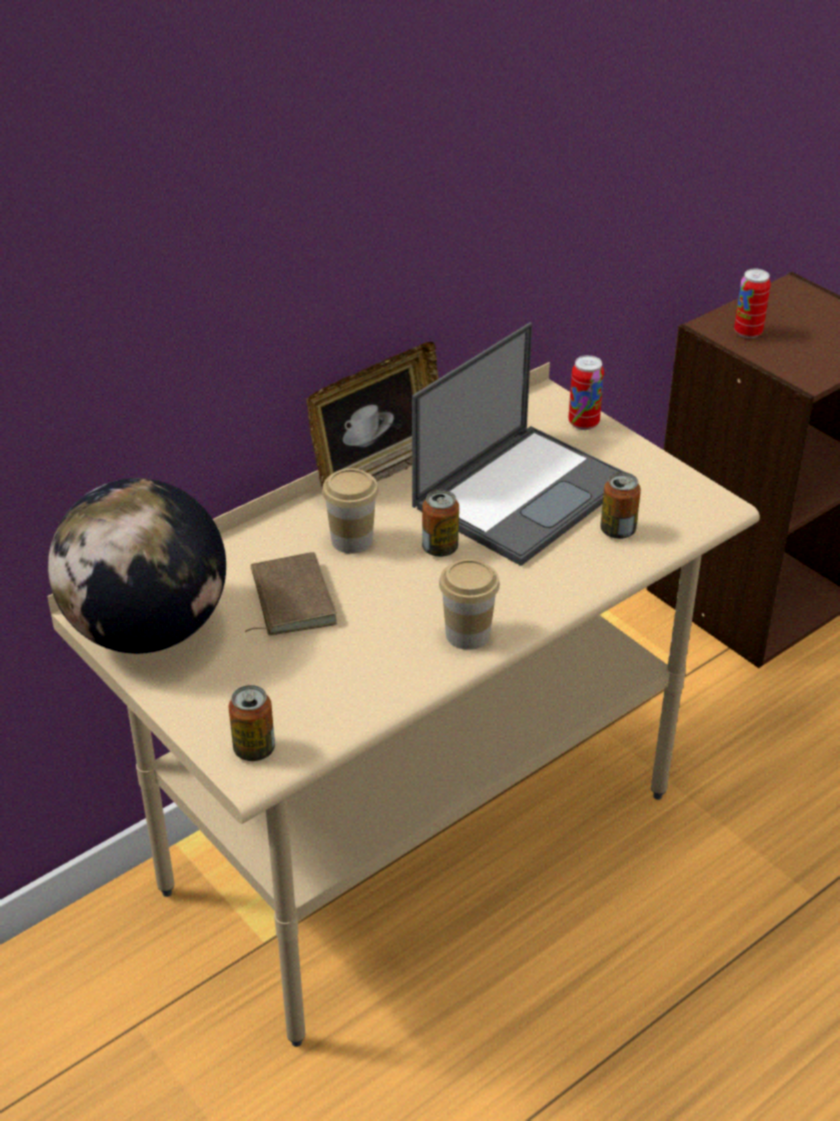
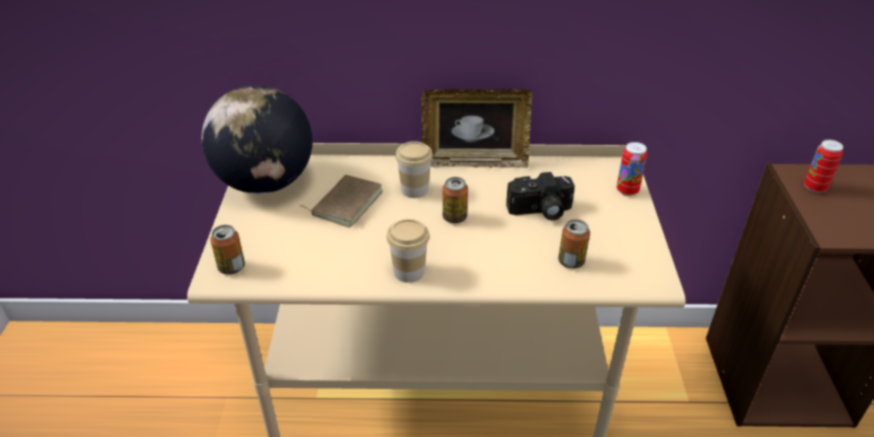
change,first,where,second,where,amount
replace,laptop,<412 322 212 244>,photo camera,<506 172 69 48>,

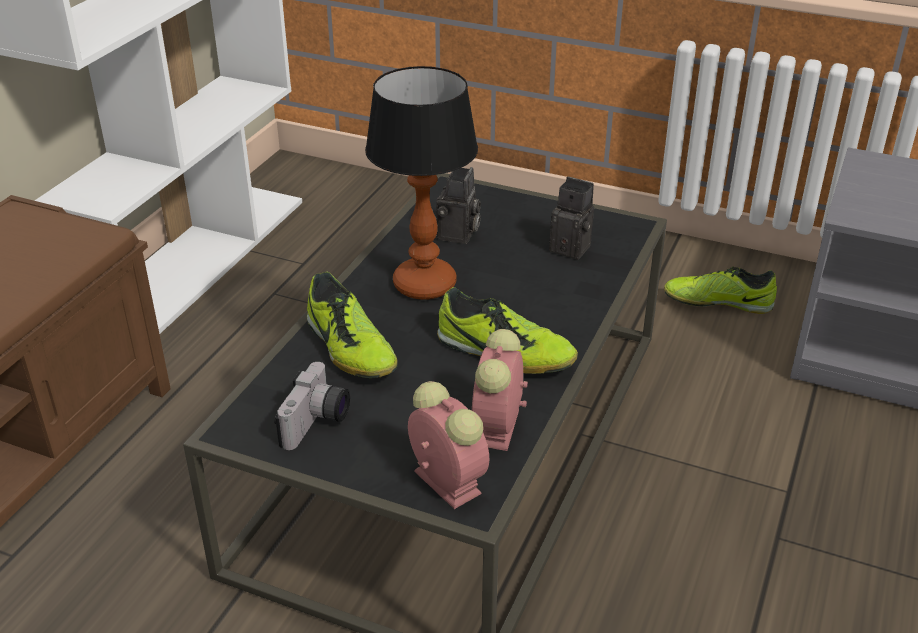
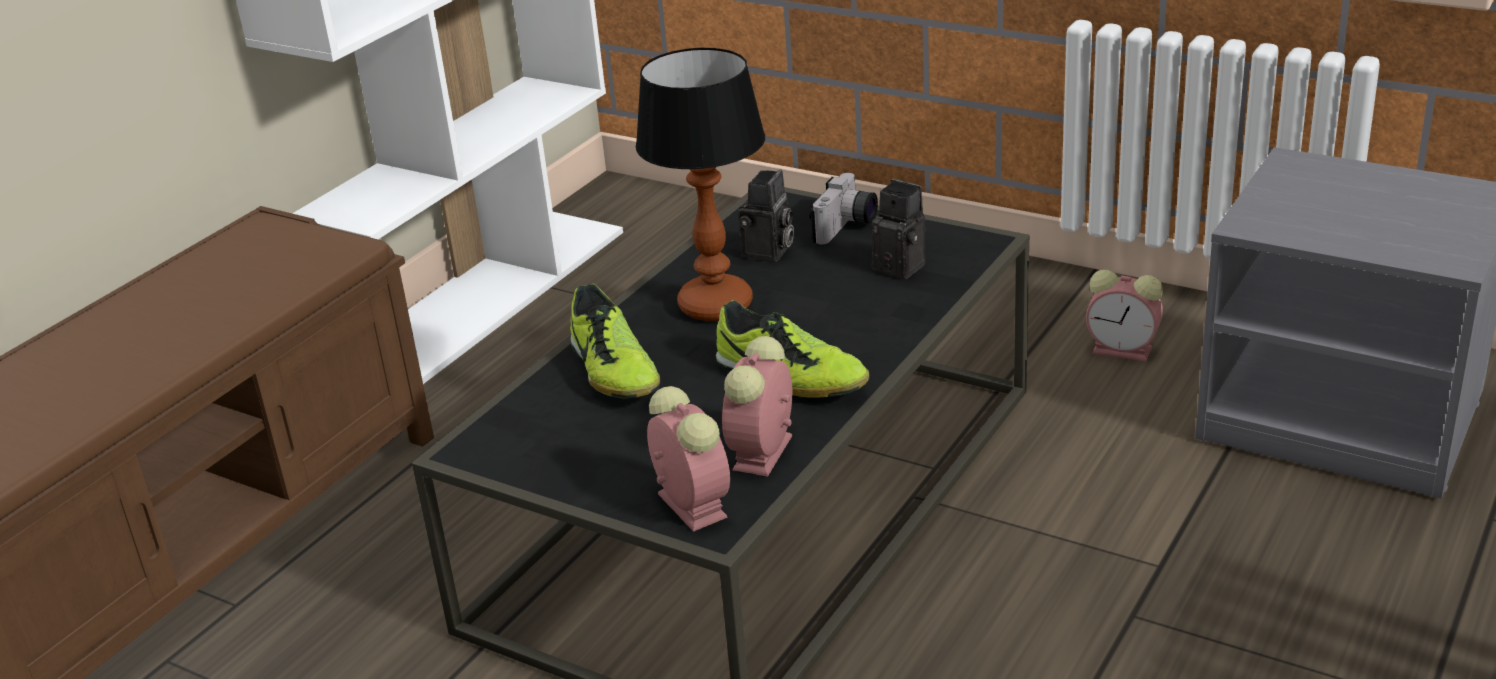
change,first,where,second,where,amount
move,photo camera,<274 362 76 88>,,<809 173 69 71>,
replace,shoe,<664 267 113 47>,alarm clock,<1086 270 77 92>,

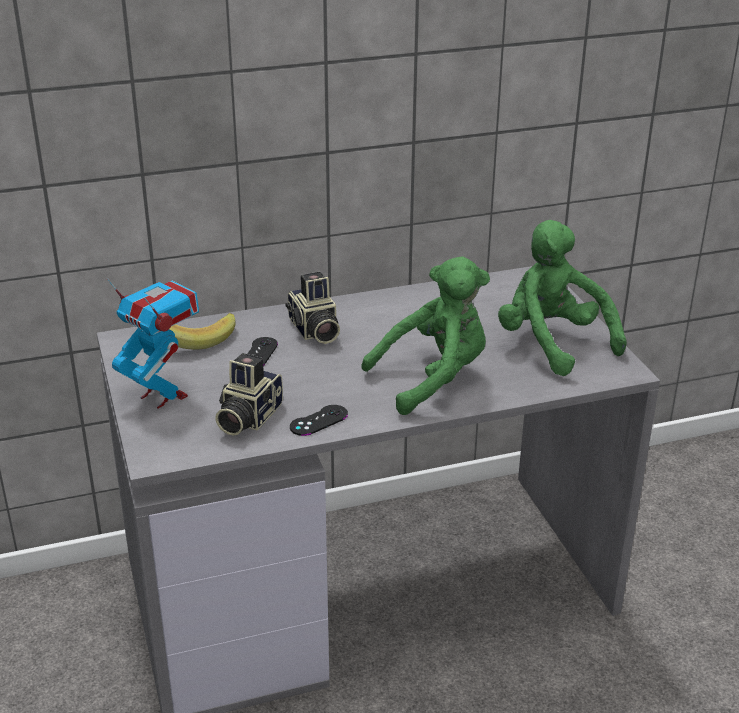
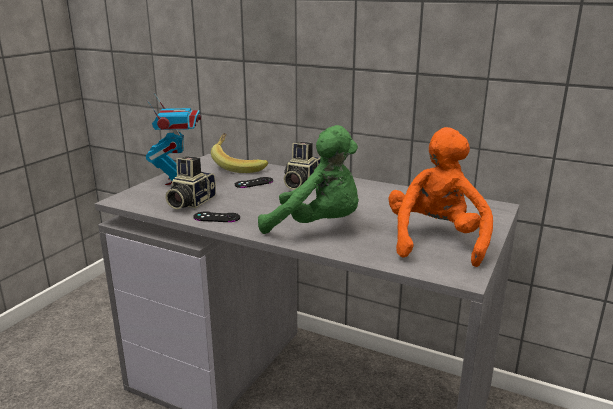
change,first,where,second,where,amount
rotate,photo camera,<215 353 68 83>,,<166 156 50 53>,45 degrees counterclockwise
recolor,green plush toy,<498 220 129 156>,orange plush toy,<388 127 105 140>,

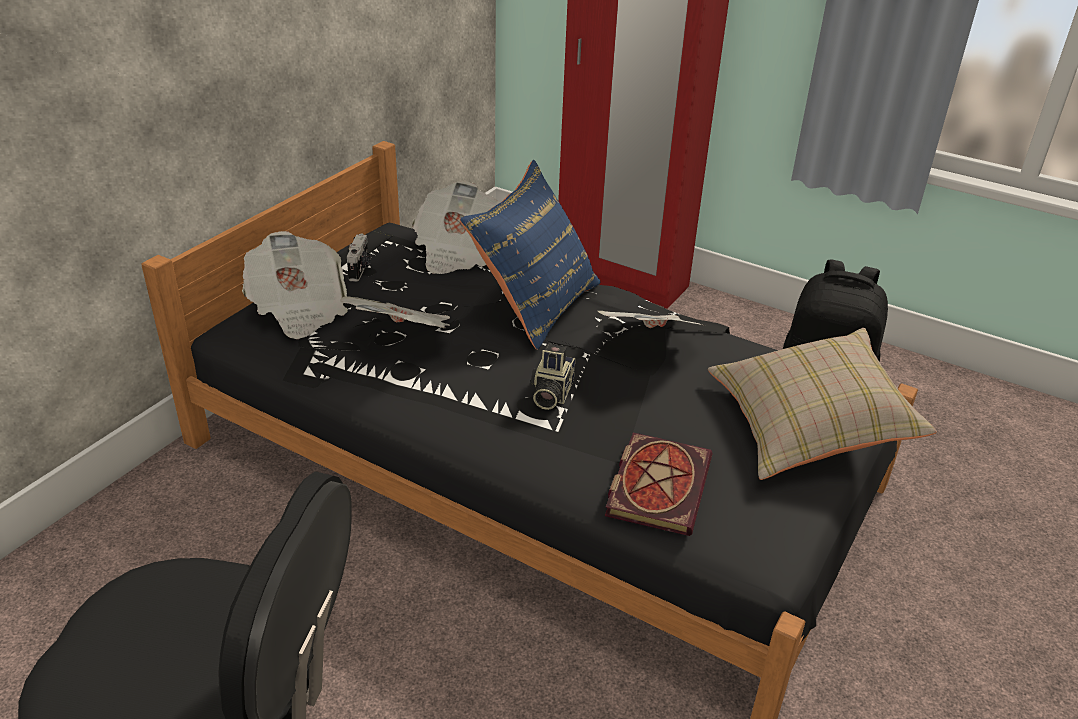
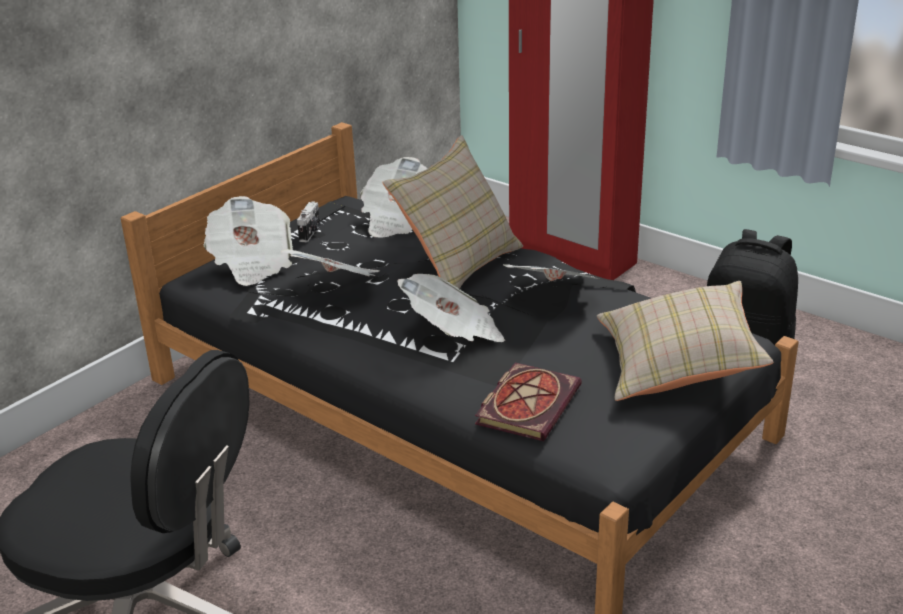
change,first,where,second,where,amount
recolor,blue pillow,<459 160 142 190>,beige pillow,<382 135 141 154>,
replace,photo camera,<530 343 45 67>,newspaper,<397 274 108 68>,

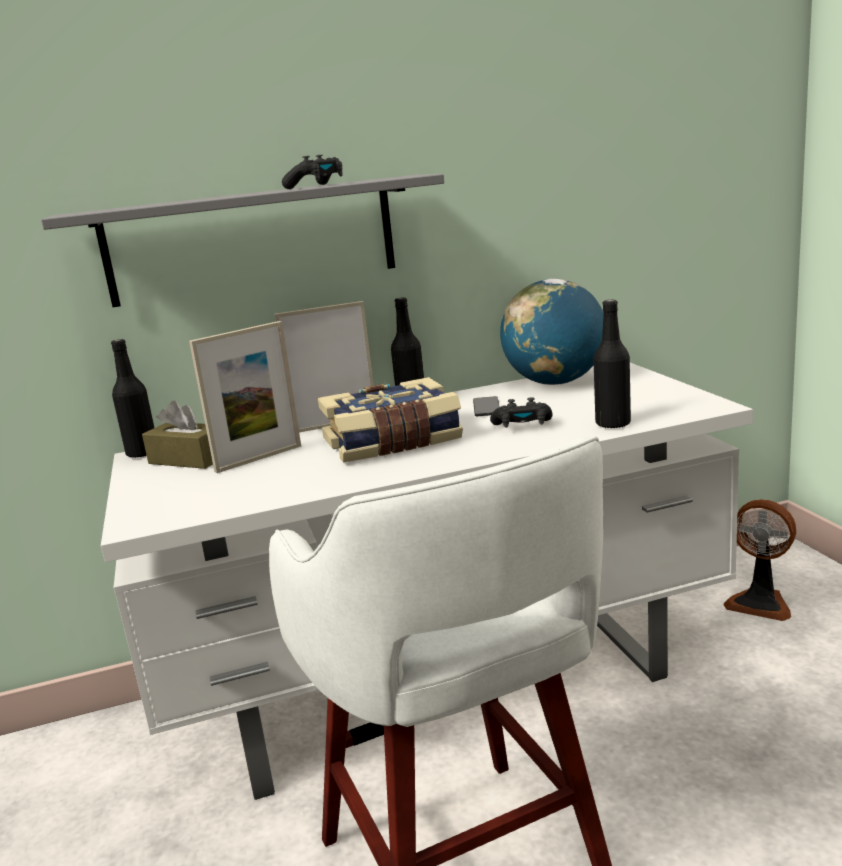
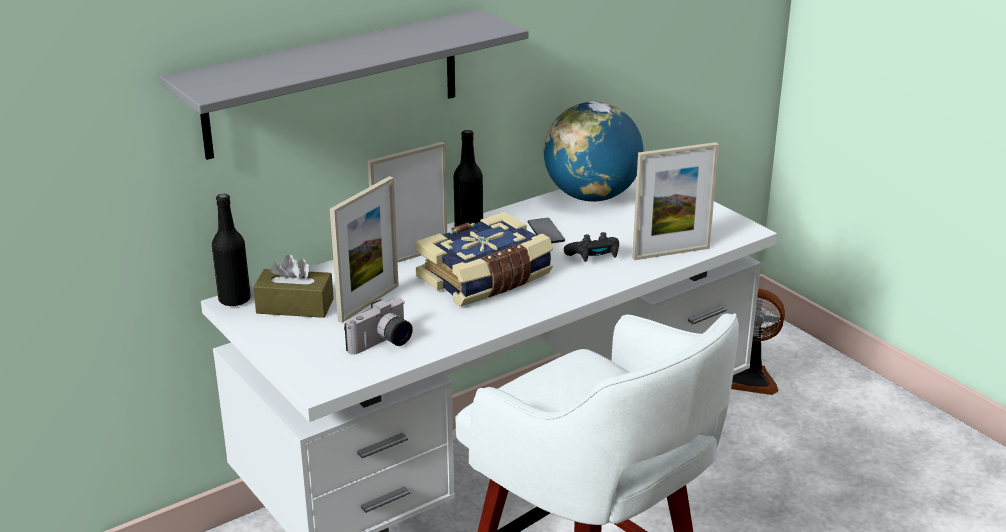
change,first,where,second,where,amount
delete,black game controller,<282 155 61 34>,,,
replace,black bottle,<593 300 38 128>,picture frame,<632 142 87 118>,
insert,,,photo camera,<344 298 69 57>,

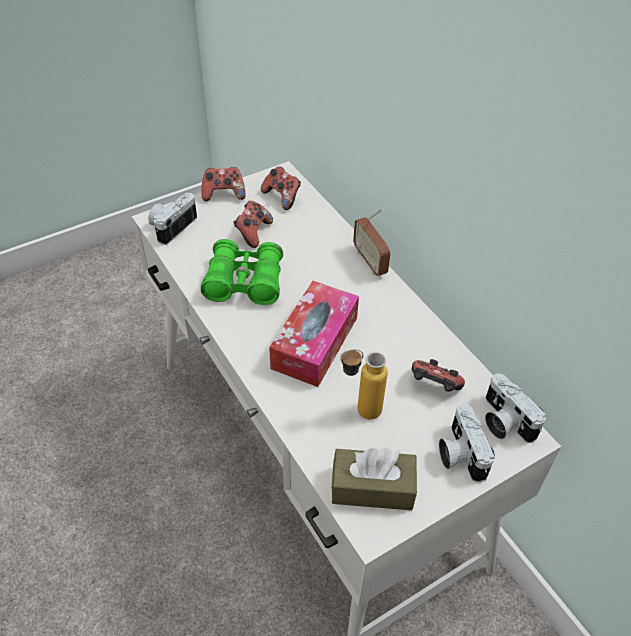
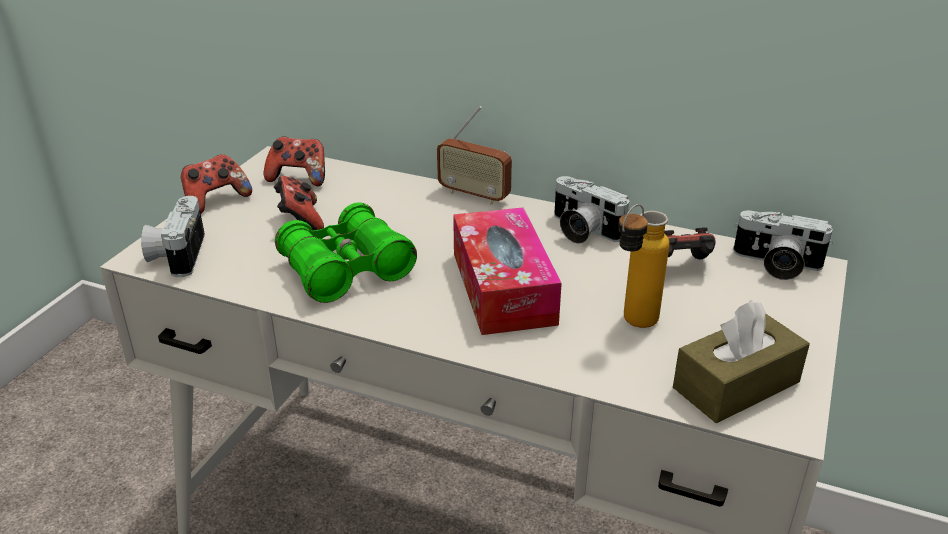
change,first,where,second,where,amount
move,photo camera,<439 404 56 78>,,<554 176 75 68>,

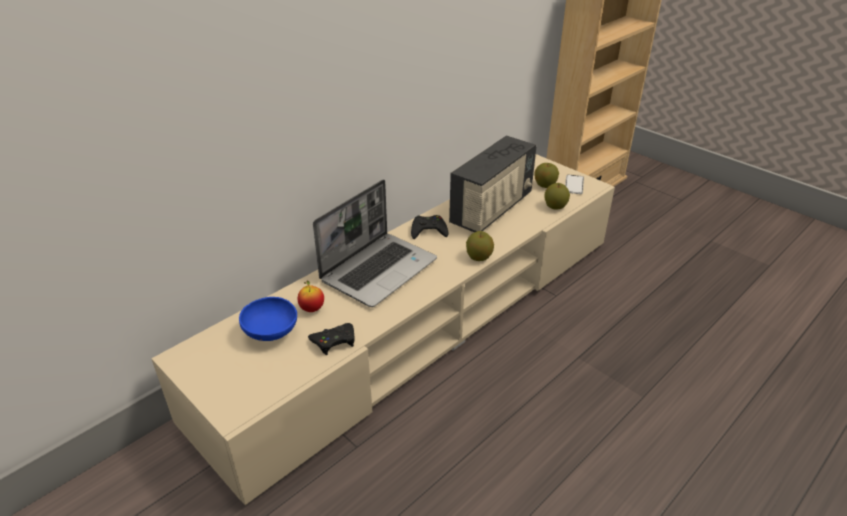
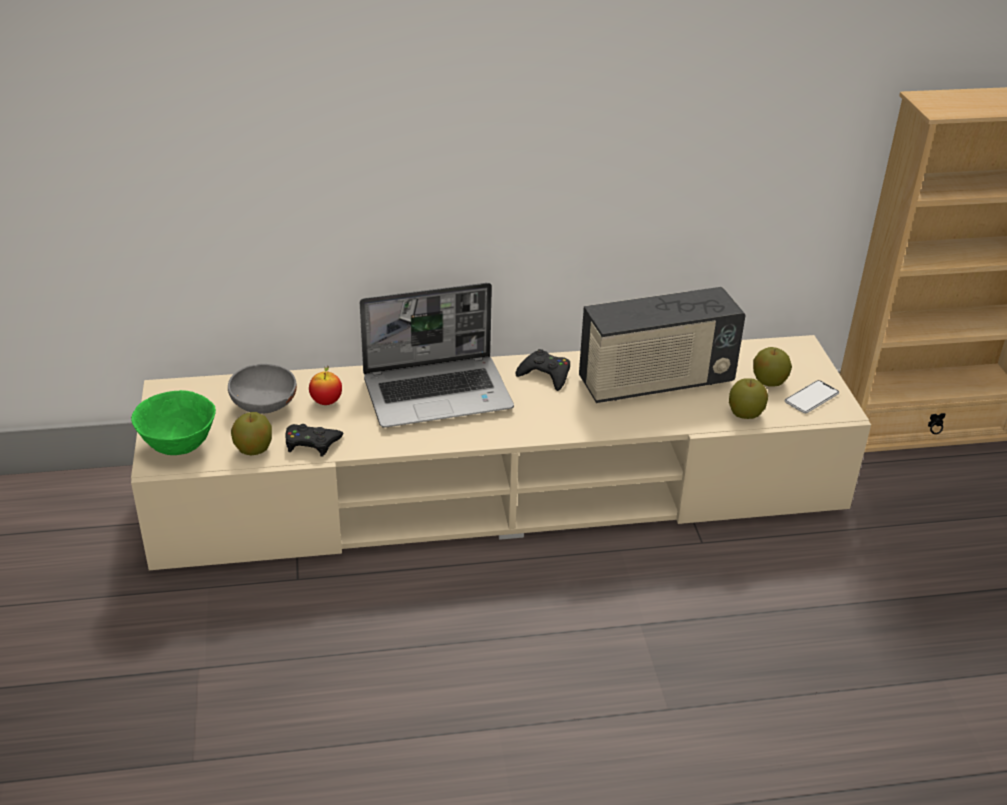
change,first,where,second,where,amount
recolor,blue bowl,<239 297 58 44>,grey bowl,<228 364 69 50>,
move,apple,<466 231 28 30>,,<231 412 41 44>,
insert,,,green bowl,<131 390 85 65>,

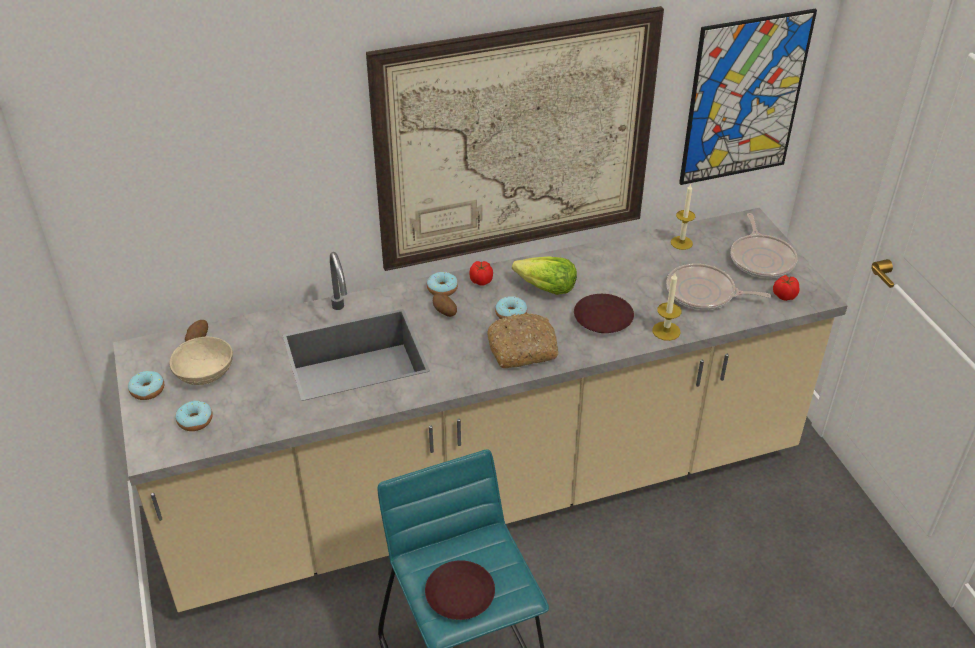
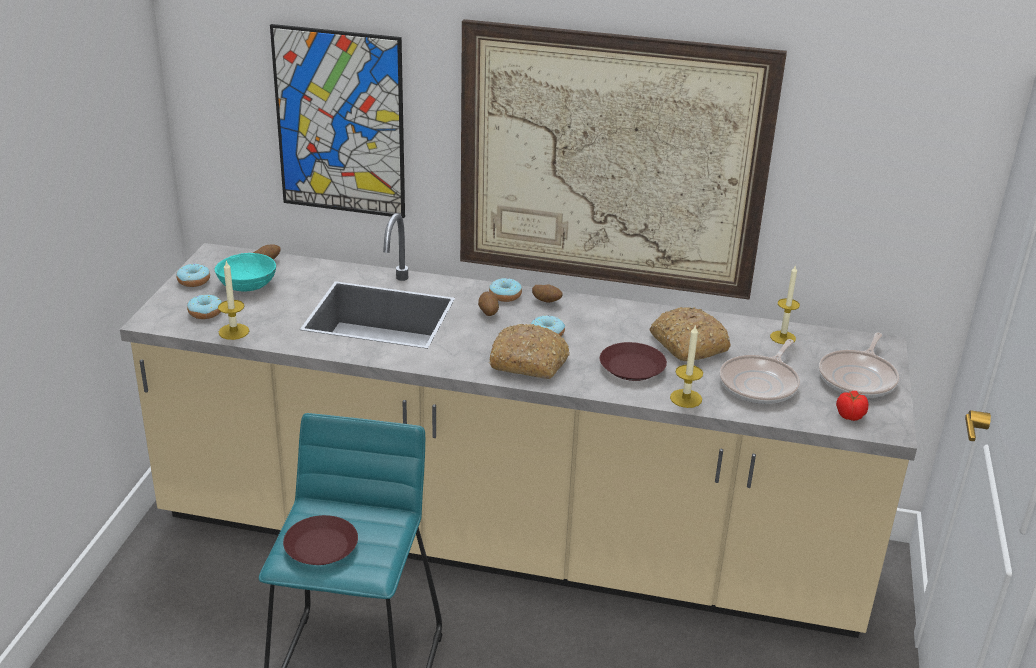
change,first,where,second,where,amount
recolor,beige bowl,<169 337 64 48>,turquoise bowl,<215 253 61 38>,
replace,tomato,<469 261 24 25>,potato,<532 285 31 18>,
delete,lettuce,<512 256 65 39>,,,
rotate,frying pan,<666 263 105 47>,,<719 339 81 65>,105 degrees counterclockwise
move,picture,<679 9 138 176>,,<270 24 135 194>,
insert,,,candle,<218 261 31 79>,
insert,,,bread,<650 307 81 54>,

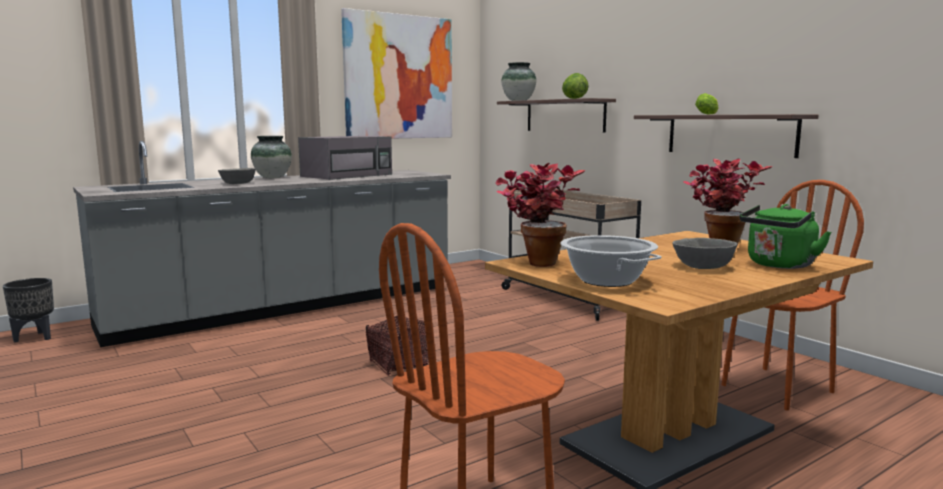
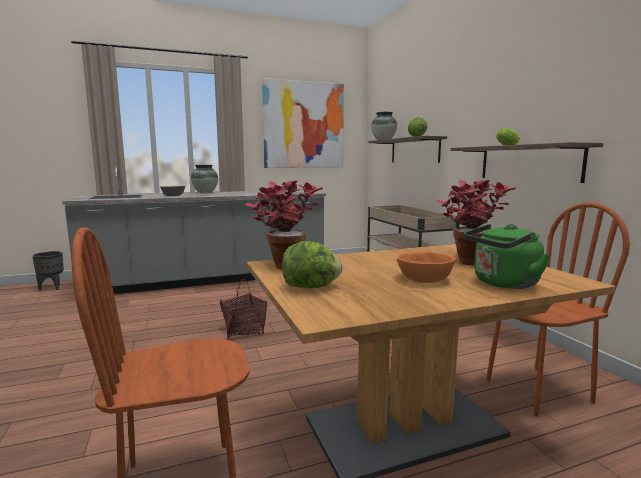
change,first,where,second,where,amount
delete,grey microwave,<298 136 94 44>,,,
replace,cooking pot,<561 235 101 52>,lettuce,<282 241 60 47>,
recolor,grey bowl,<673 238 64 31>,orange bowl,<396 252 60 31>,

